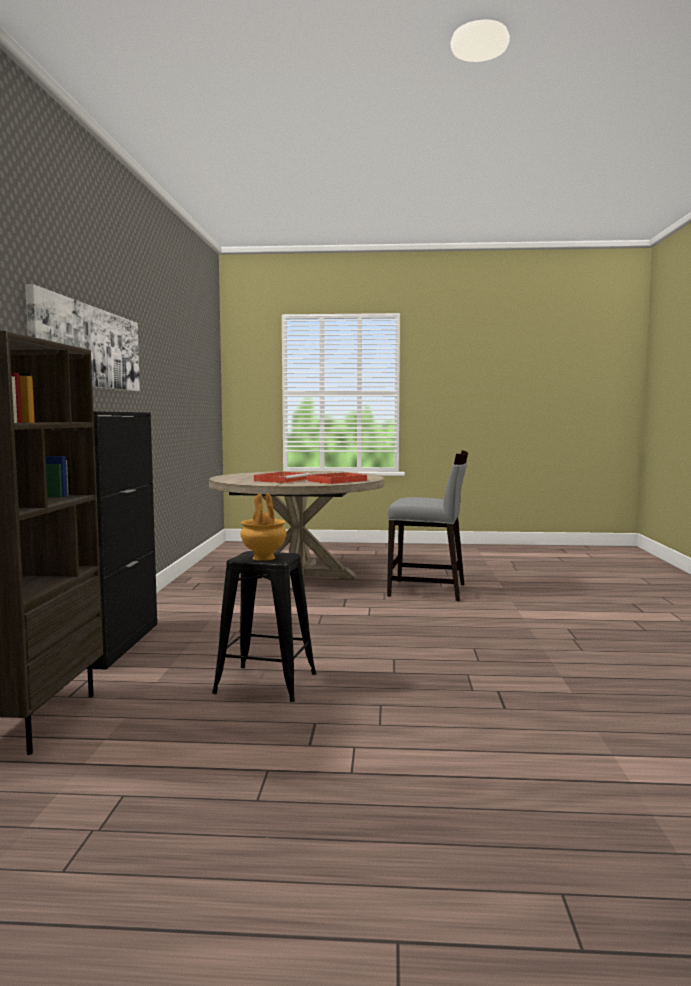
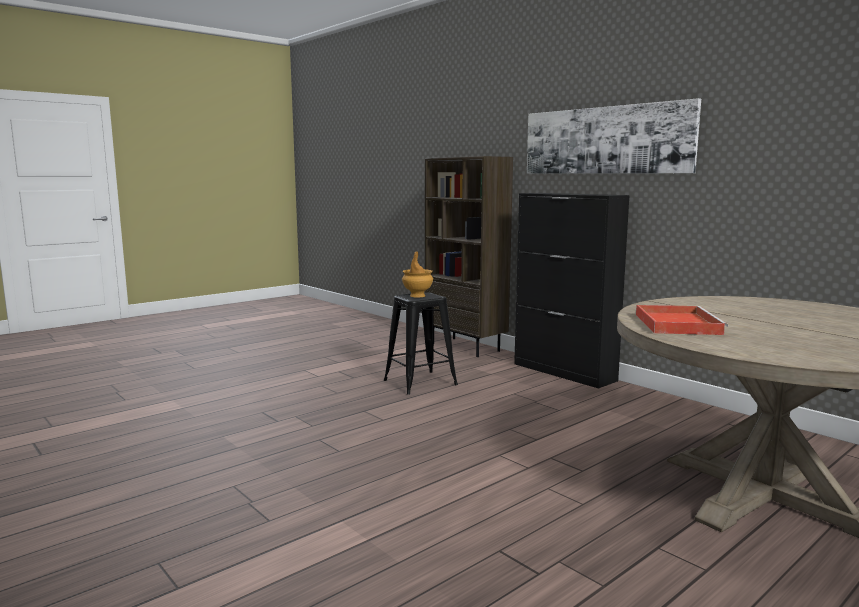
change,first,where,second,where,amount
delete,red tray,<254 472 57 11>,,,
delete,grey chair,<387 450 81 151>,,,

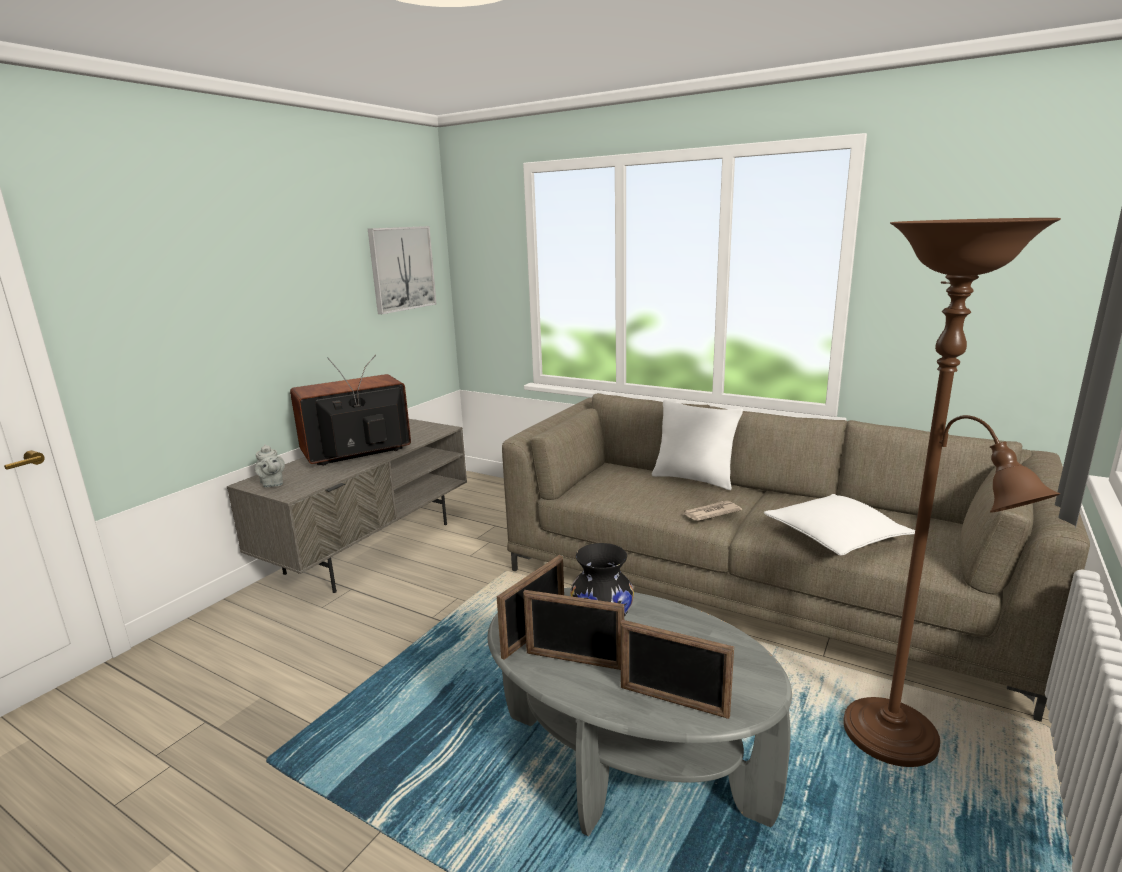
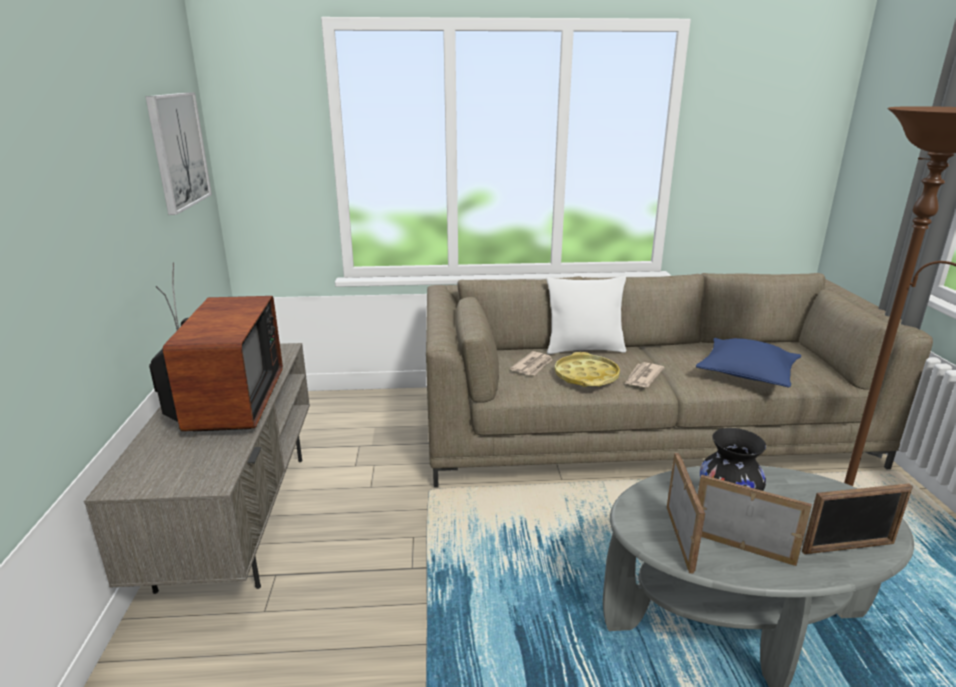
change,first,where,second,where,amount
delete,grey teapot,<255 444 30 43>,,,
rotate,television,<290 355 121 111>,,<149 262 134 169>,150 degrees clockwise
rotate,picture frame,<523 590 101 80>,,<698 474 114 92>,135 degrees counterclockwise
recolor,white pillow,<764 494 151 62>,blue pillow,<696 338 105 50>,
insert,,,newspaper,<510 351 43 24>,
insert,,,yellow tray,<555 352 65 35>,

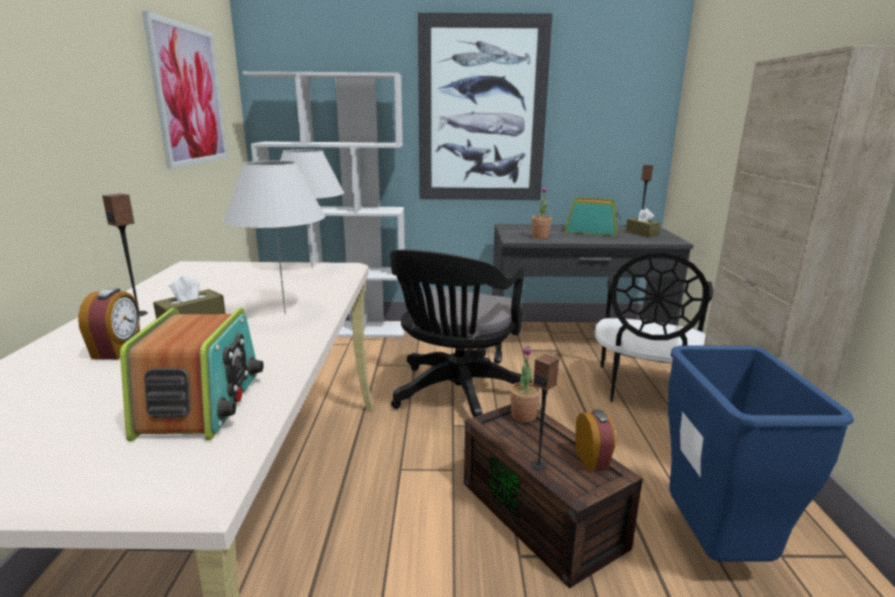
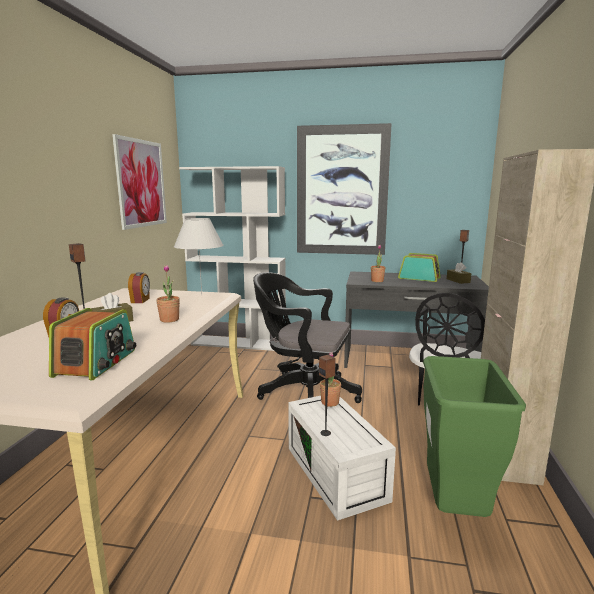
change,first,where,second,where,amount
replace,white table lamp,<223 161 102 152>,potted plant,<156 265 24 58>,
rotate,black office chair,<390 249 141 168>,,<253 272 109 131>,75 degrees clockwise
recolor,brown storage box,<464 404 179 184>,white storage box,<288 396 108 125>,
move,alarm clock,<575 409 41 61>,,<128 272 22 31>,
recolor,blue trash can,<668 346 186 216>,green trash can,<423 356 103 161>,

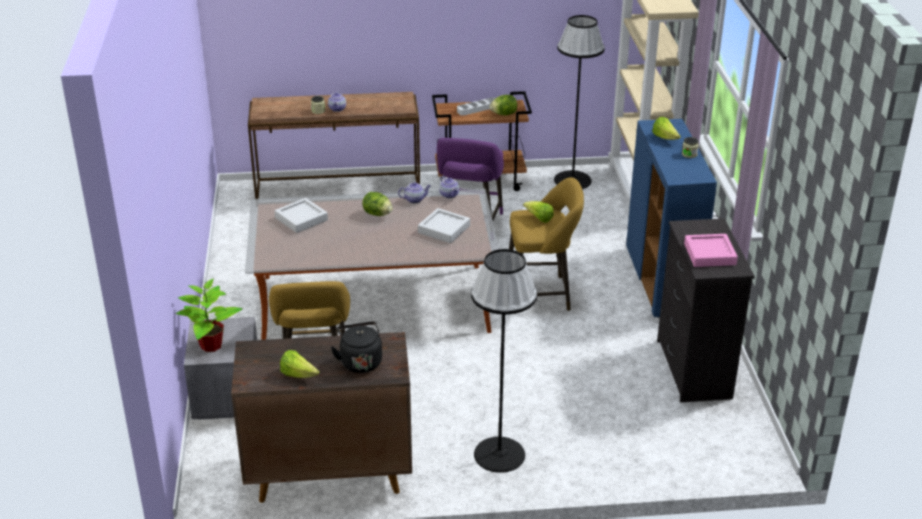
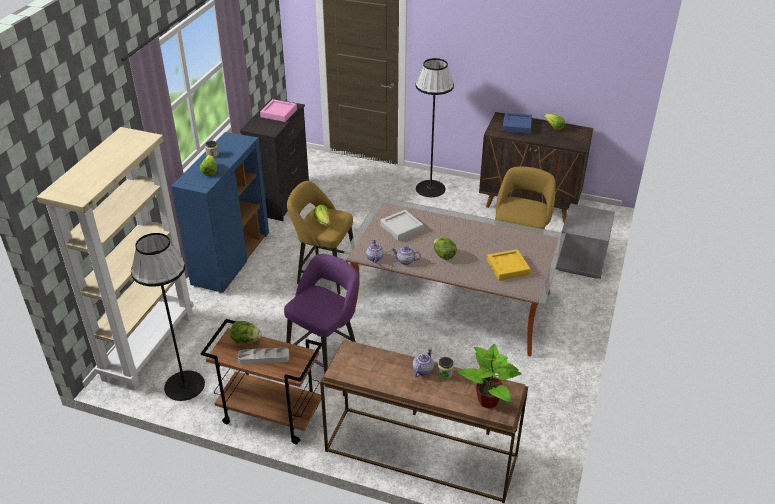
change,first,where,second,where,amount
move,potted plant,<176 278 66 74>,,<457 344 65 65>,
recolor,grey tray,<275 198 53 35>,yellow tray,<487 249 44 32>,
replace,black kettle,<331 321 51 52>,blue tray,<502 112 30 22>,

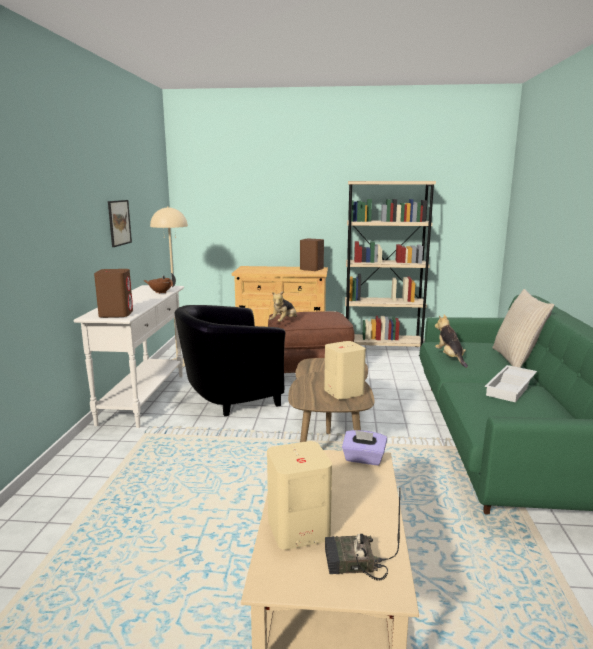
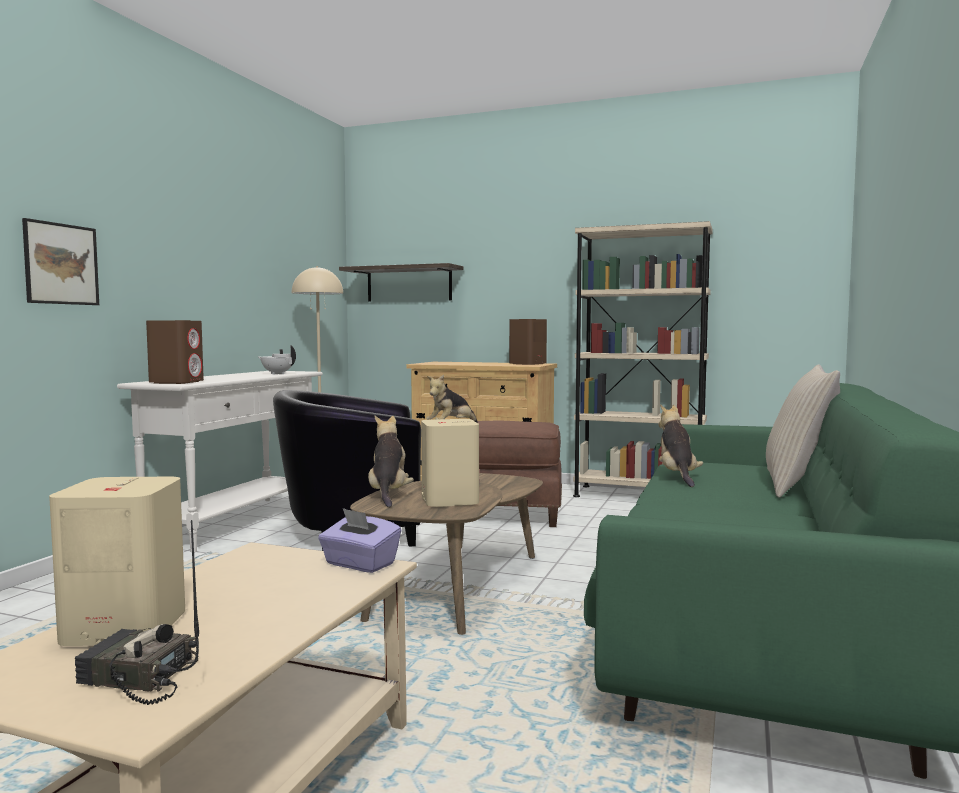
change,first,where,second,where,amount
move,picture,<108 200 24 47>,,<22 218 77 87>,
recolor,brown teapot,<144 273 32 21>,white teapot,<258 345 38 29>,
delete,white tray,<485 365 52 37>,,,
insert,,,shelf,<339 263 125 39>,
insert,,,plush toy,<368 416 46 92>,

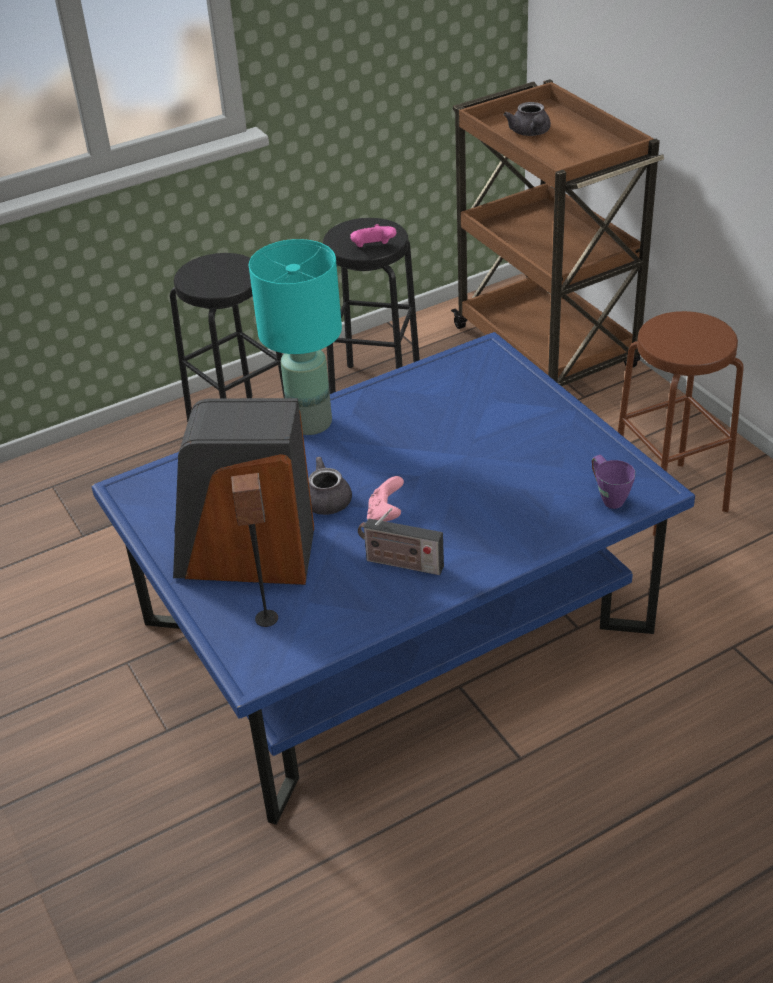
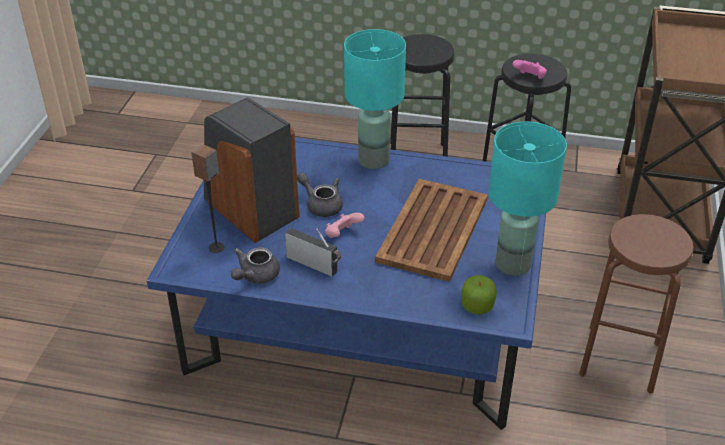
change,first,where,second,where,amount
rotate,radio,<358 508 86 67>,,<285 228 56 49>,150 degrees clockwise
move,grey teapot,<504 102 47 34>,,<231 247 49 37>,
replace,purple mug,<592 455 43 54>,apple,<461 275 36 40>,
insert,,,brown tray,<375 179 113 103>,
insert,,,turquoise table lamp,<488 122 79 154>,

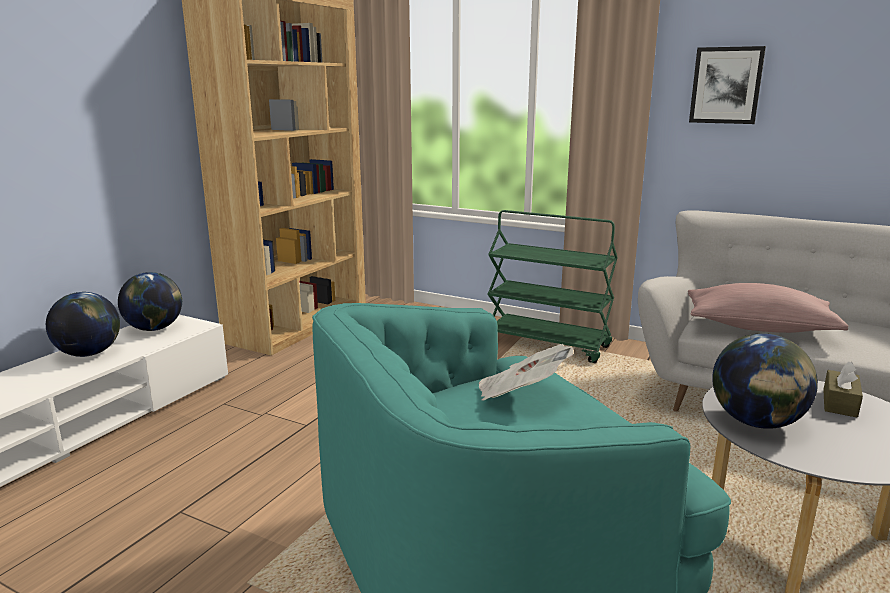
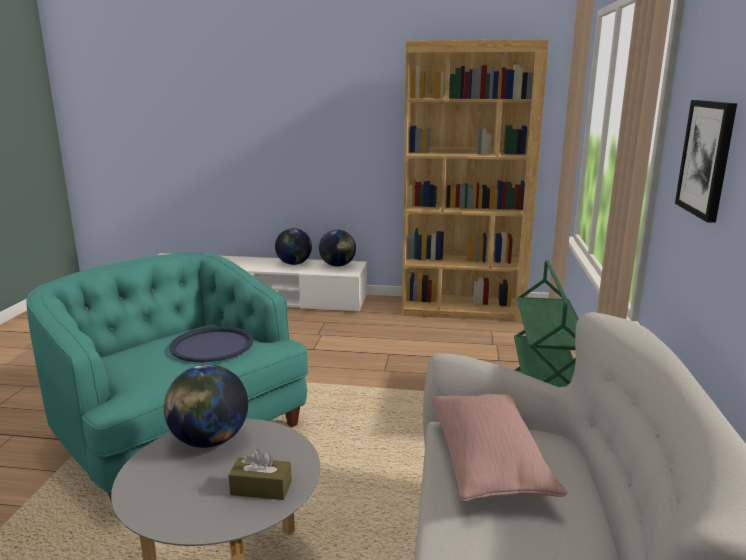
change,first,where,second,where,amount
replace,newspaper,<479 344 94 57>,blue tray,<170 326 84 36>,

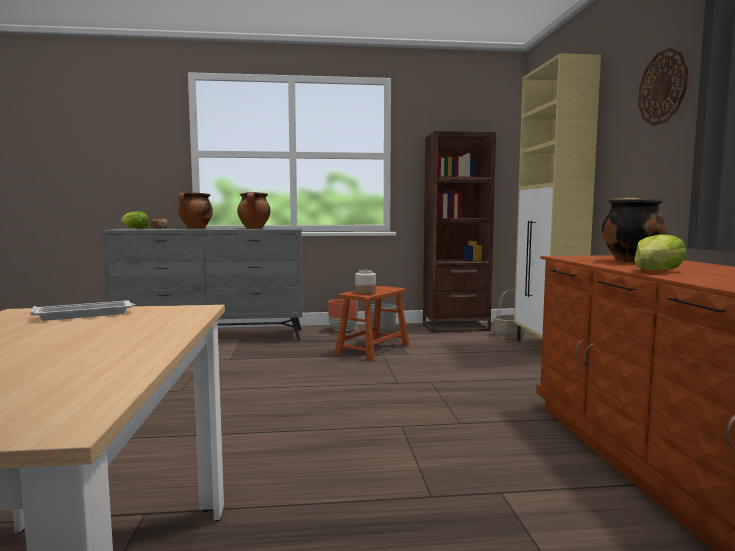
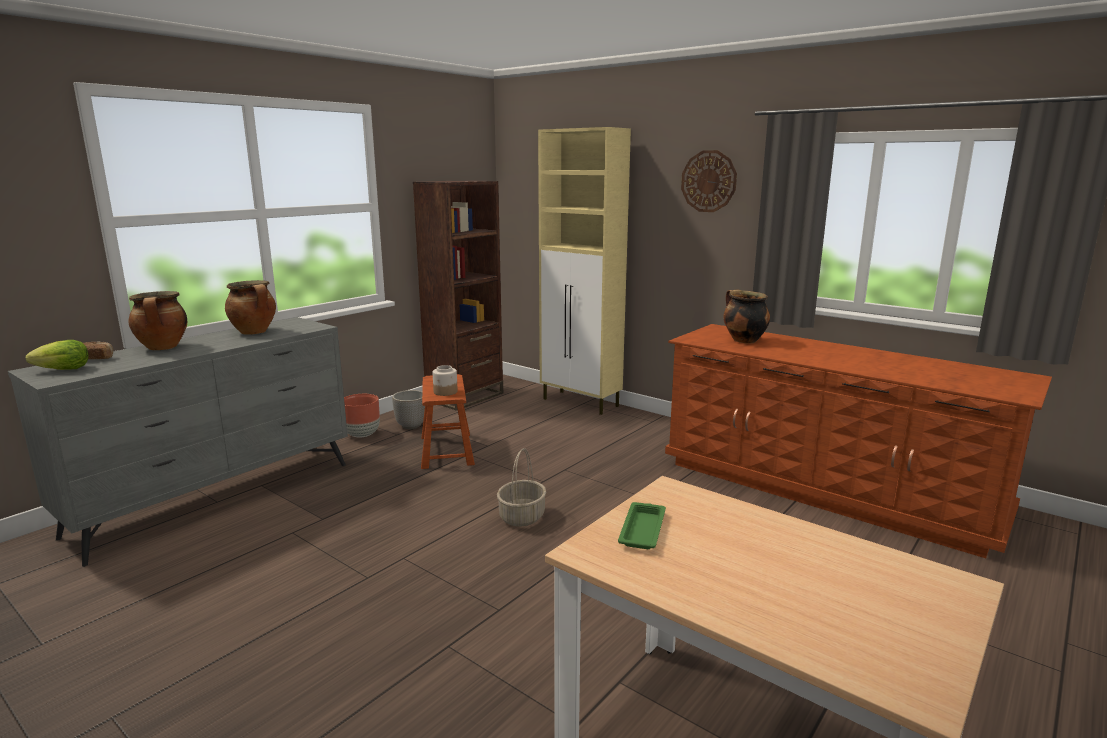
change,first,where,second,where,amount
recolor,white tray,<30 301 105 20>,green tray,<618 502 48 47>,
move,basket,<493 289 33 48>,,<497 448 49 78>,
delete,lettuce,<634 234 53 37>,,,

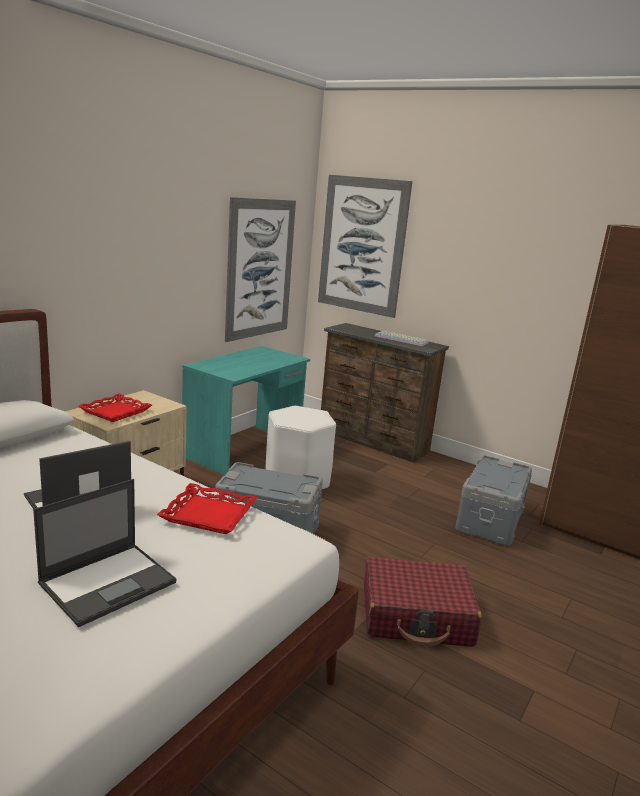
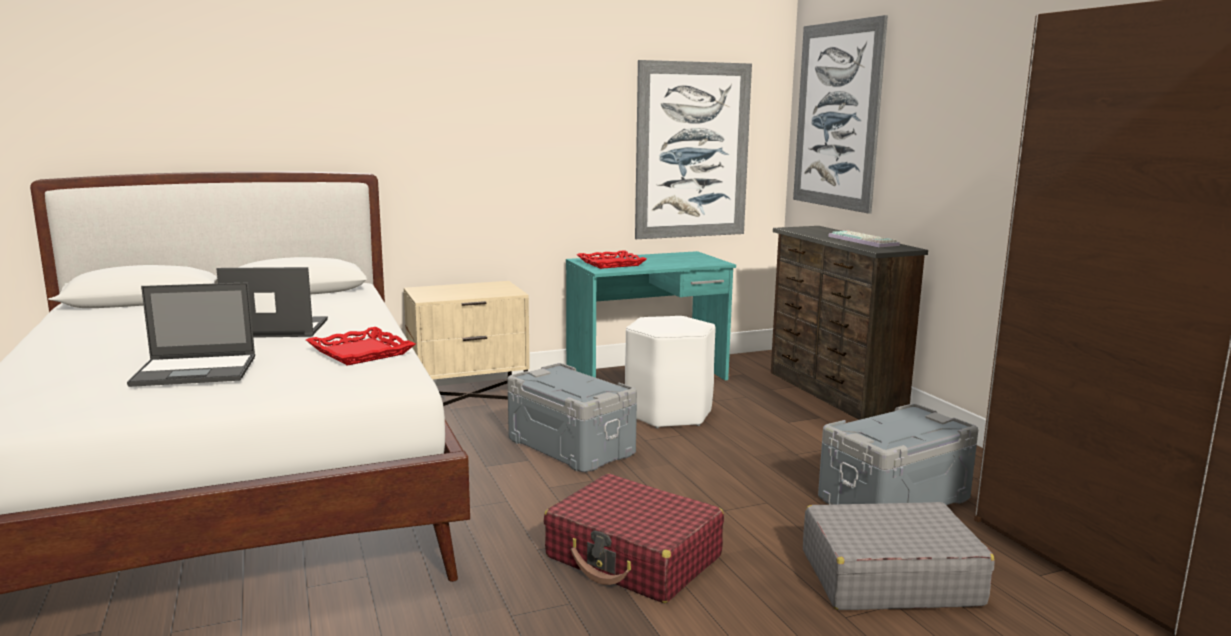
change,first,where,second,where,amount
move,red tray,<78 393 74 29>,,<577 250 70 19>,
insert,,,grey suitcase,<803 502 192 108>,

